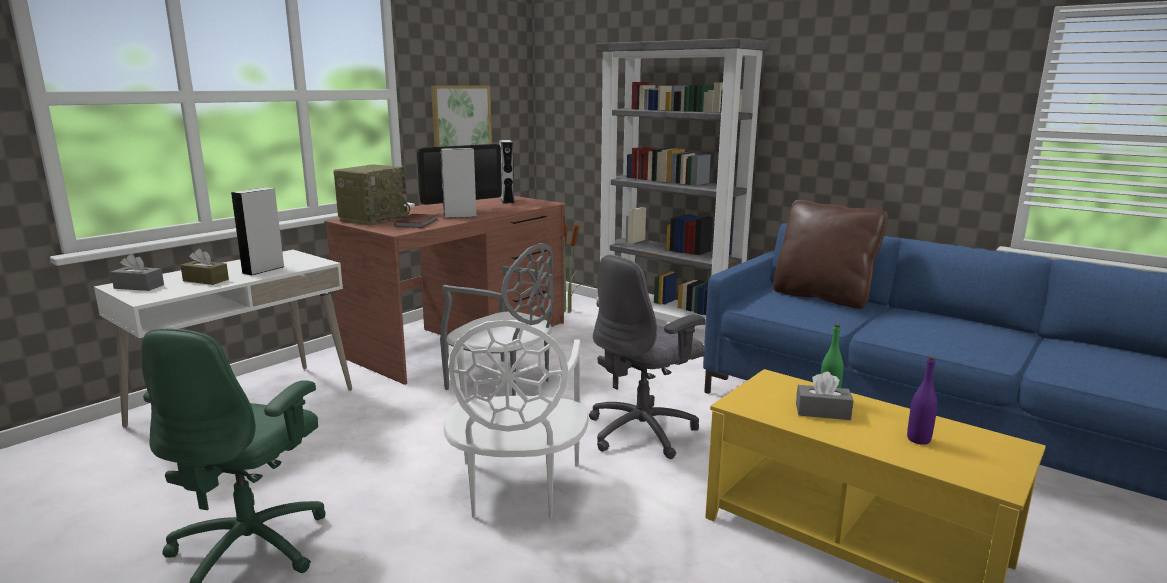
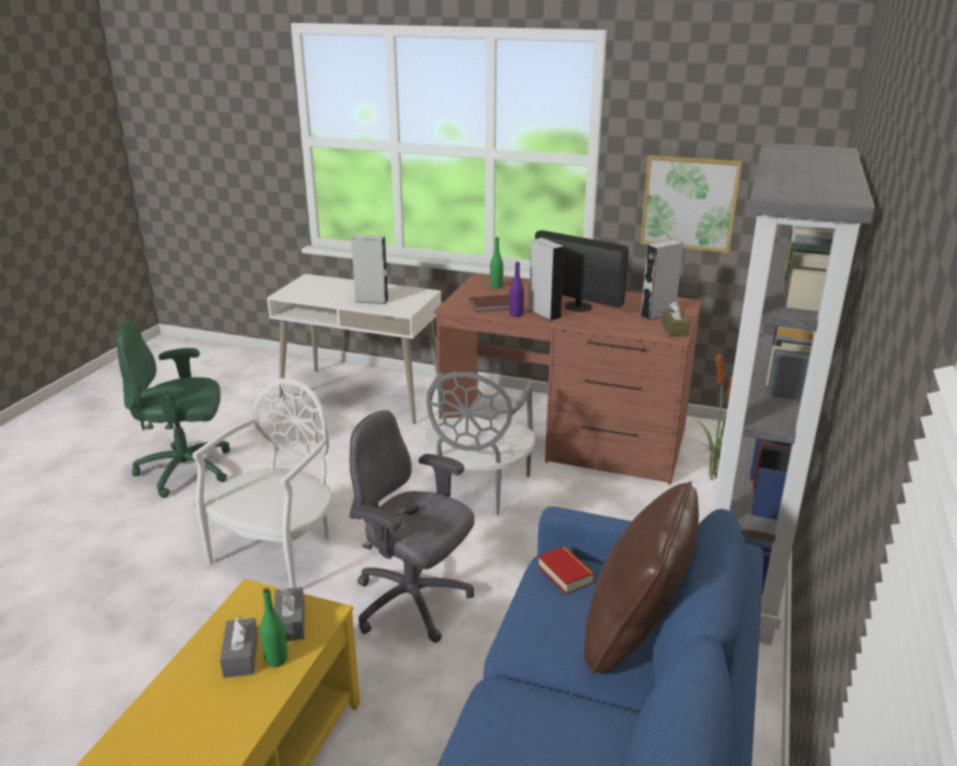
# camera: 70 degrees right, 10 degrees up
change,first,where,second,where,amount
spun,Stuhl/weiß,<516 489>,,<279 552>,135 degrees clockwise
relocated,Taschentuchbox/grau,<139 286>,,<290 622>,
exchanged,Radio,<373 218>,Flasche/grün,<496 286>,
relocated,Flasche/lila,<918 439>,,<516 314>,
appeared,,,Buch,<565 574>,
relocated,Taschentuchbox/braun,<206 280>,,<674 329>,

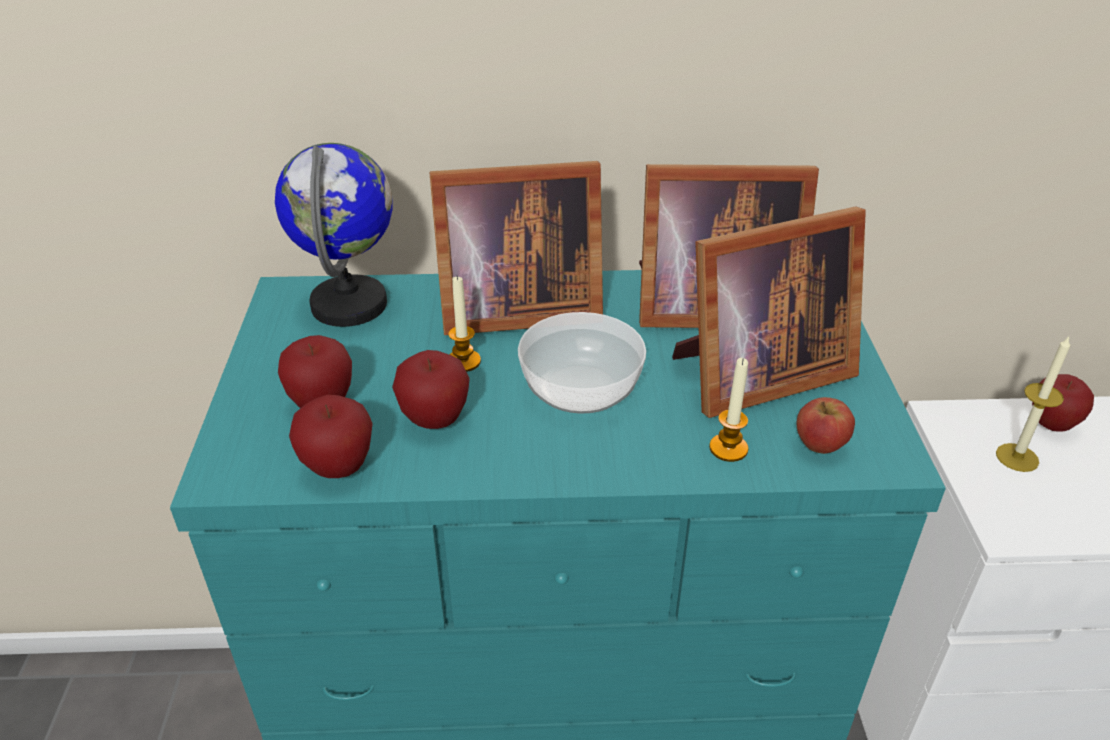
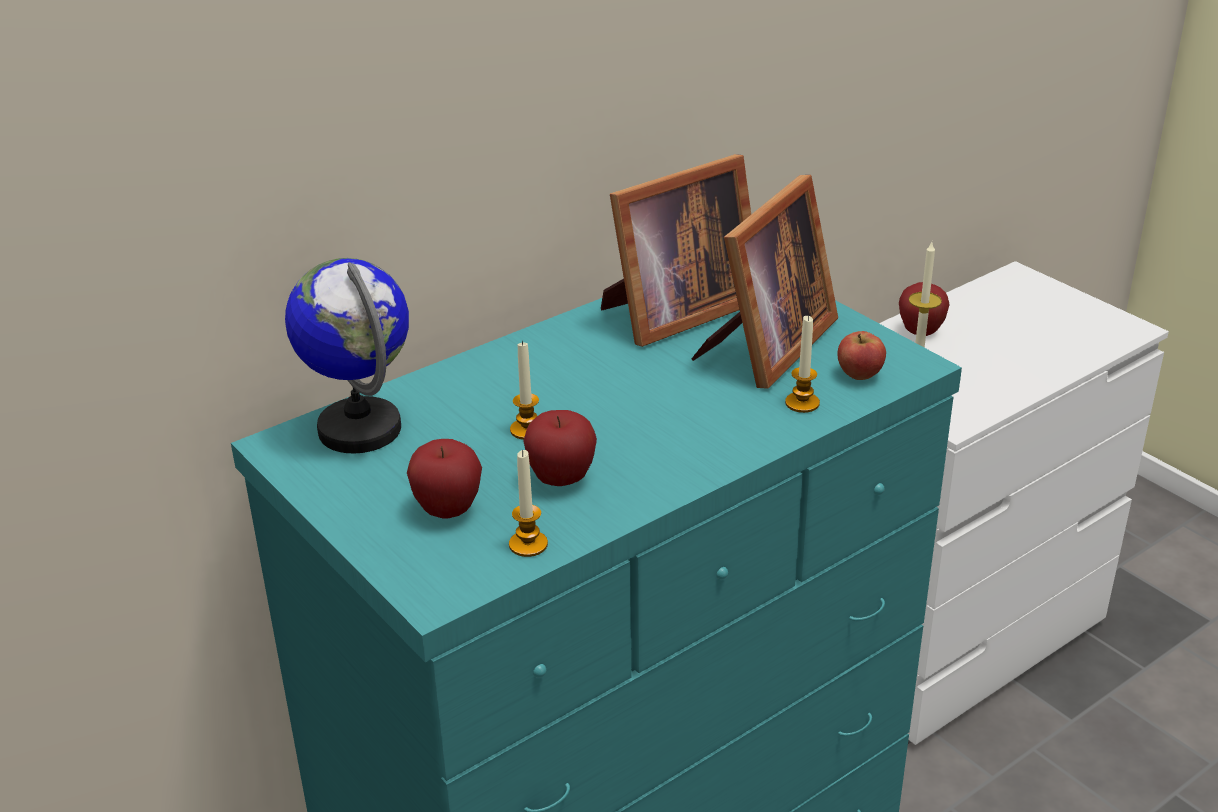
# camera: 35 degrees left, 5 degrees down
change,first,where,second,where,amount
exchanged,Apfel,<338 468>,Kerze,<528 544>,
missing,Bilderrahmen,<513 309>,,,
missing,Schüssel,<582 386>,,,

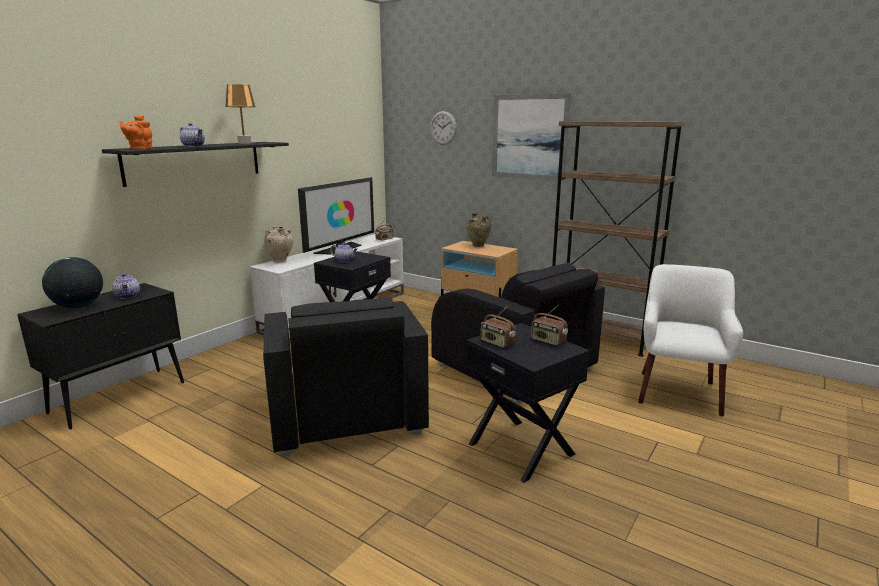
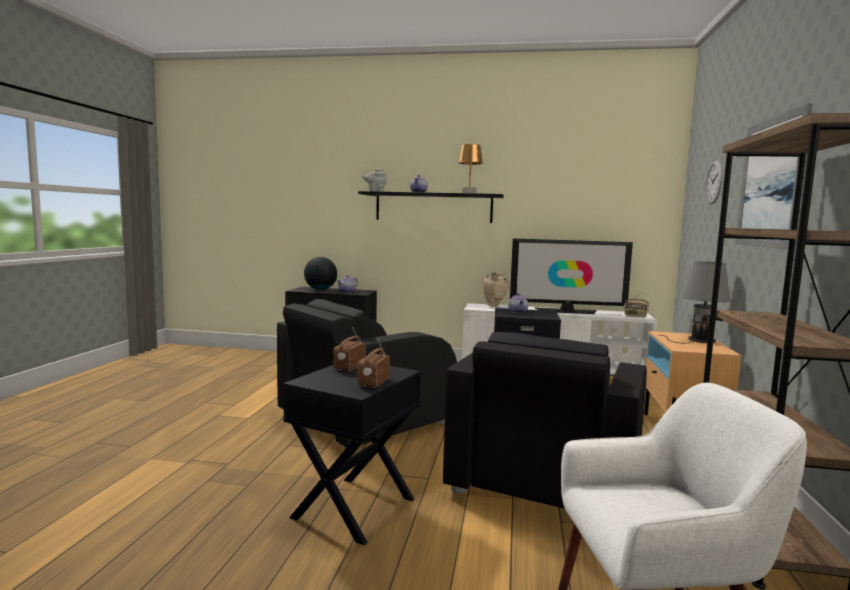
# camera: 65 degrees right, 10 degrees down
change,first,where,second,where,amount
colour,Teekanne/orange,<140 149>,Teekanne/grau,<375 191>,
exchanged,Vase/beige,<478 246>,Tischlampe/grau,<698 340>,

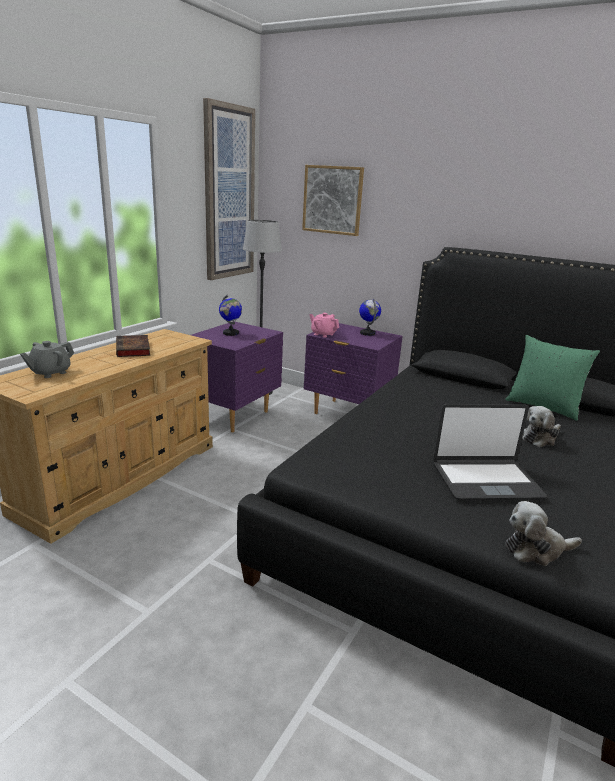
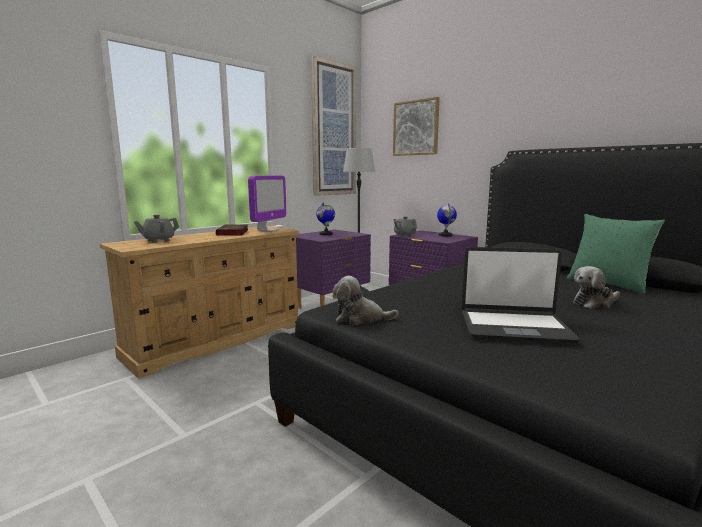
# camera: 15 degrees right, 10 degrees down
change,first,where,second,where,amount
appeared,,,Monitor,<268 230>,
relocated,Plüschtier,<536 549>,,<360 318>,
colour,Teekanne/rosa,<323 334>,Teekanne/grau,<404 235>,

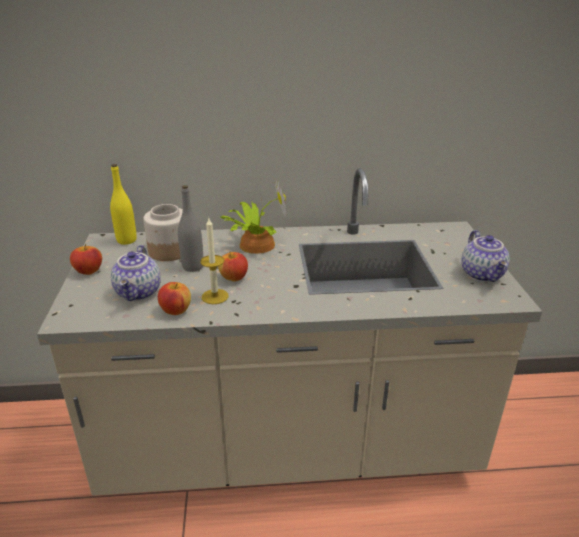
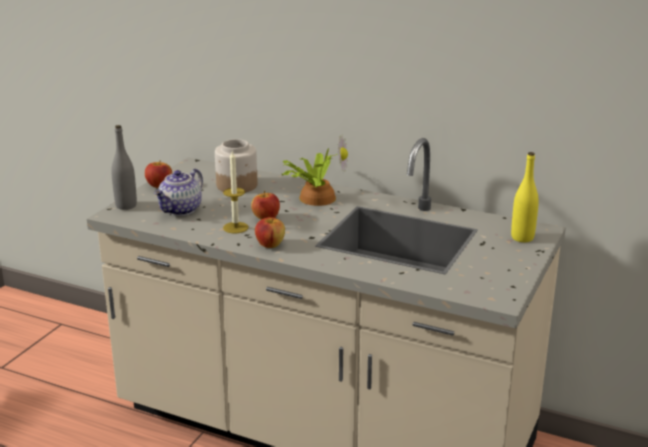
# camera: 30 degrees right, 5 degrees down
change,first,where,second,where,amount
relocated,Flasche/grau,<193 267>,,<126 206>,
relocated,Apfel,<176 310>,,<270 245>,
relocated,Flasche/gelb,<126 240>,,<522 238>,
missing,Teekanne,<483 275>,,,

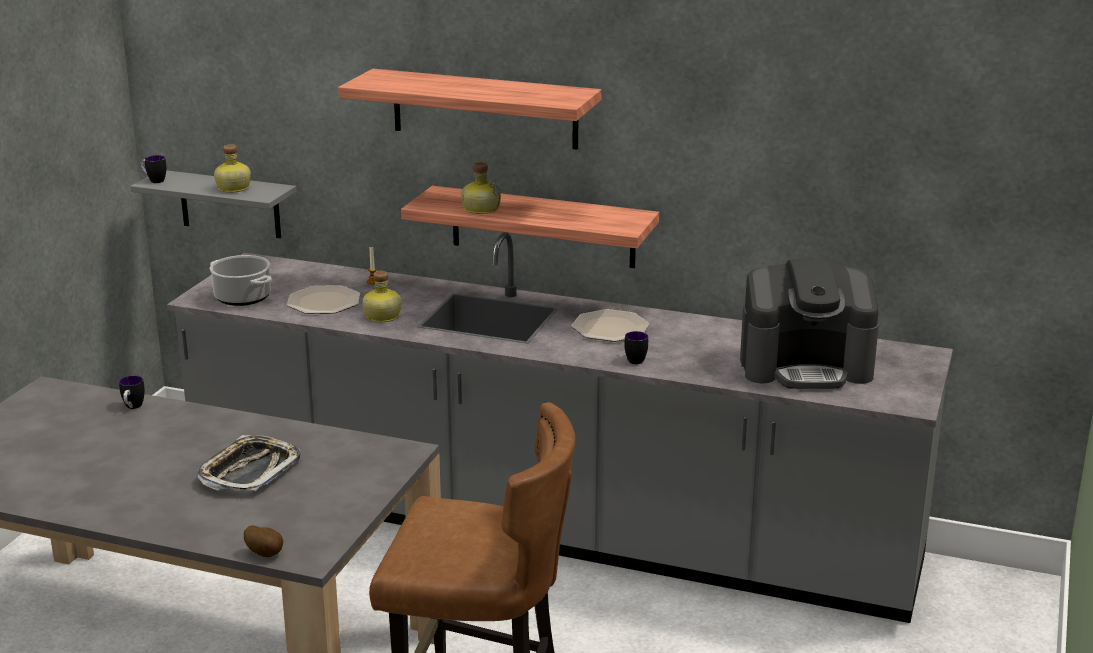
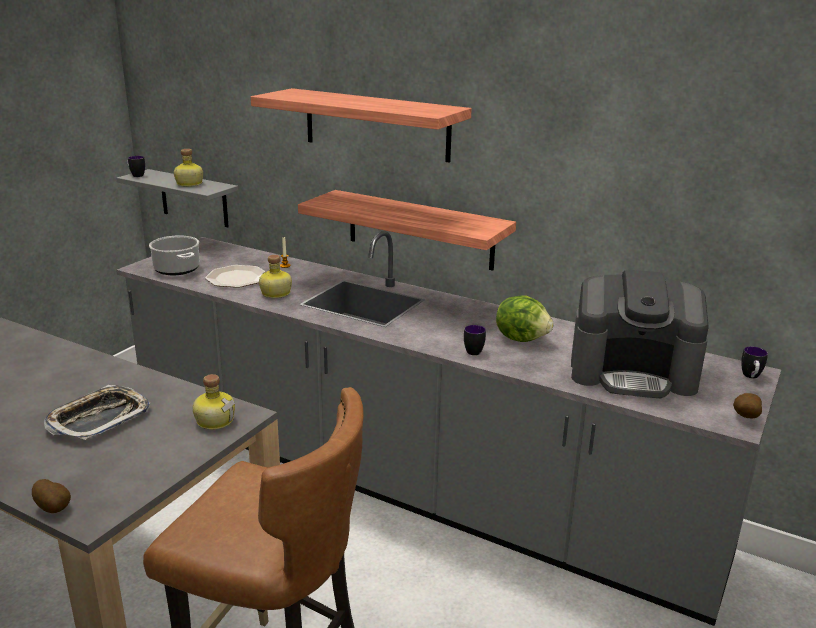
# camera: 10 degrees right, 0 degrees up
change,first,where,second,where,amount
relocated,Flasche,<480 209>,,<215 420>,
appeared,,,Salatkopf,<522 338>,
appeared,,,Kartoffel,<745 417>,
relocated,Henkelbecher,<132 408>,,<751 377>,
missing,Teller,<610 328>,,,

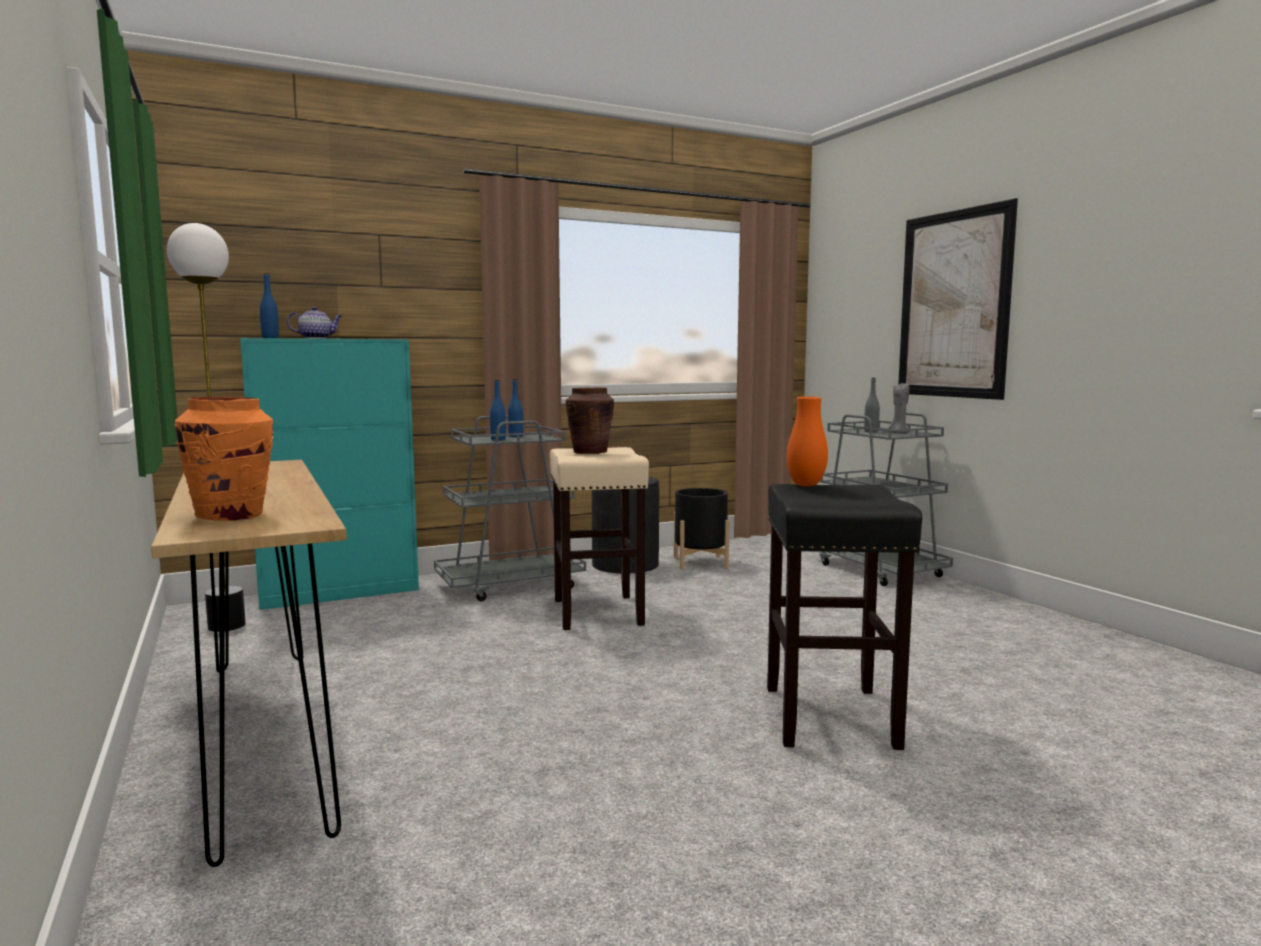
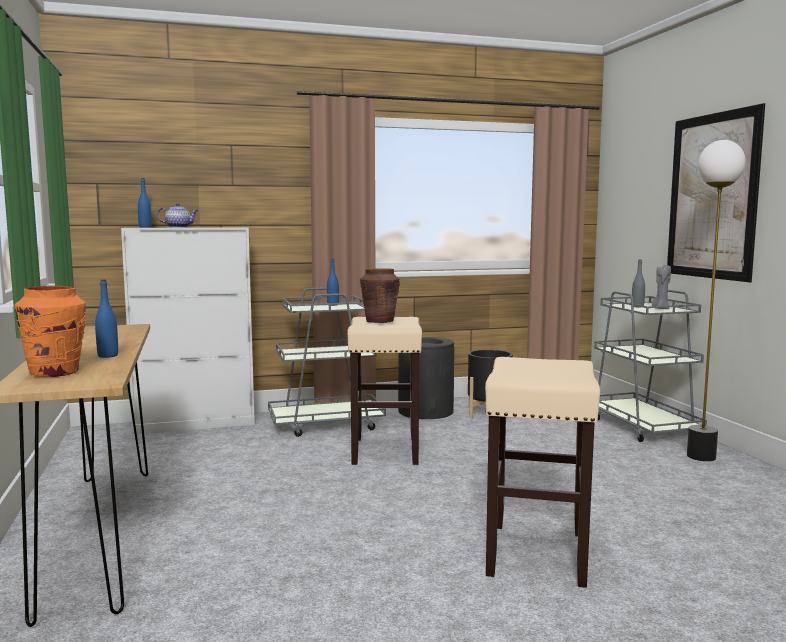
# camera: 10 degrees right, 0 degrees up
change,first,where,second,where,amount
relocated,Flasche/blau,<498 439>,,<108 356>,
colour,Schrank/türkis,<340 593>,Schrank/weiß,<196 424>,
colour,Hocker/schwarz,<831 717>,Hocker/beige,<537 554>,
relocated,Stehlampe,<227 625>,,<701 456>,
missing,Vase/orange,<806 485>,,,

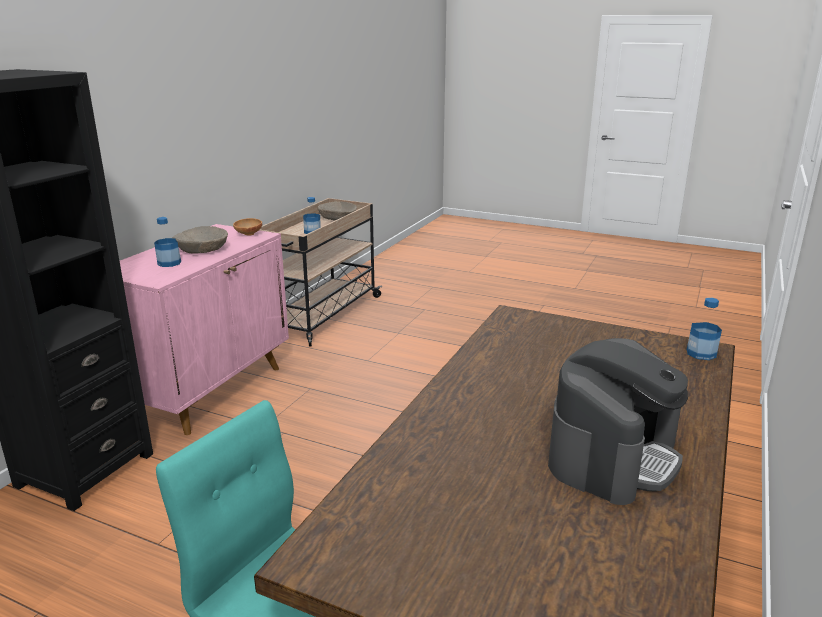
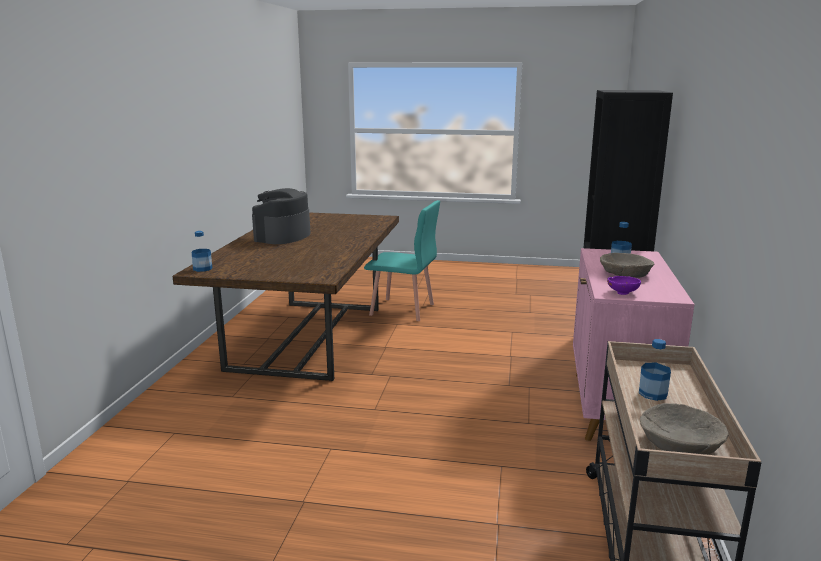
# camera: 165 degrees right, 5 degrees down
change,first,where,second,where,amount
colour,Schüssel/braun,<248 234>,Schüssel/lila,<622 292>,

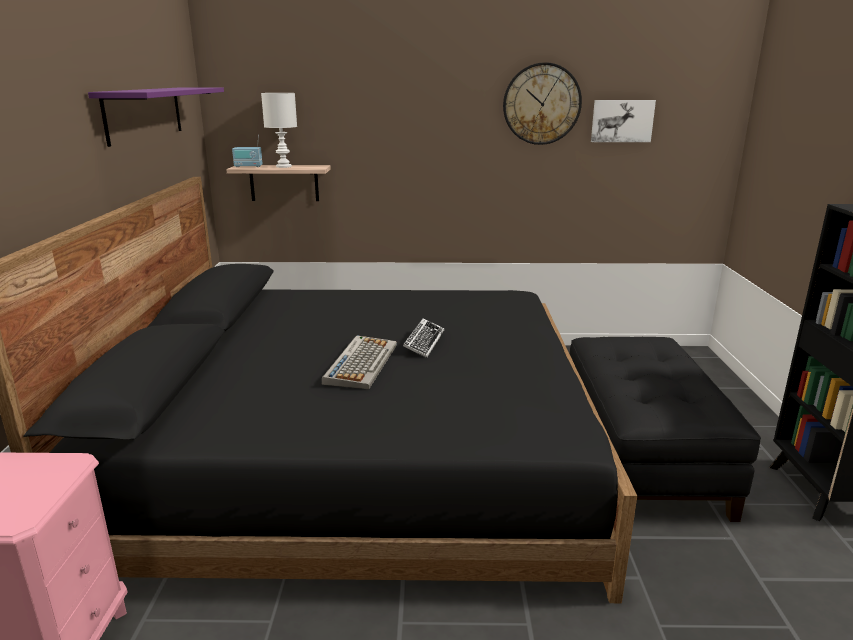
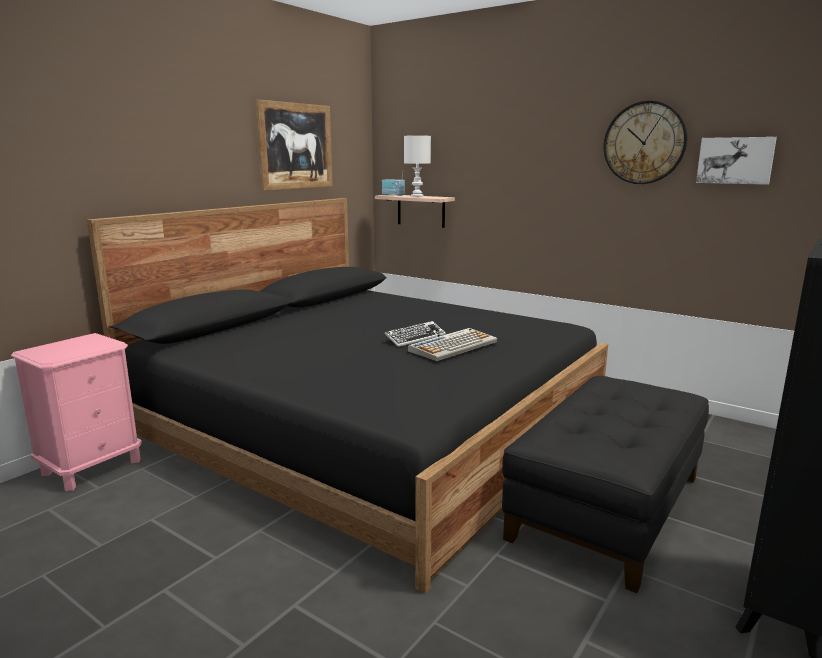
# camera: 35 degrees right, 5 degrees down
change,first,where,second,where,amount
exchanged,Wandregal/lila,<144 113>,Bild,<295 146>,
relocated,Tastatur,<361 363>,,<453 346>,

